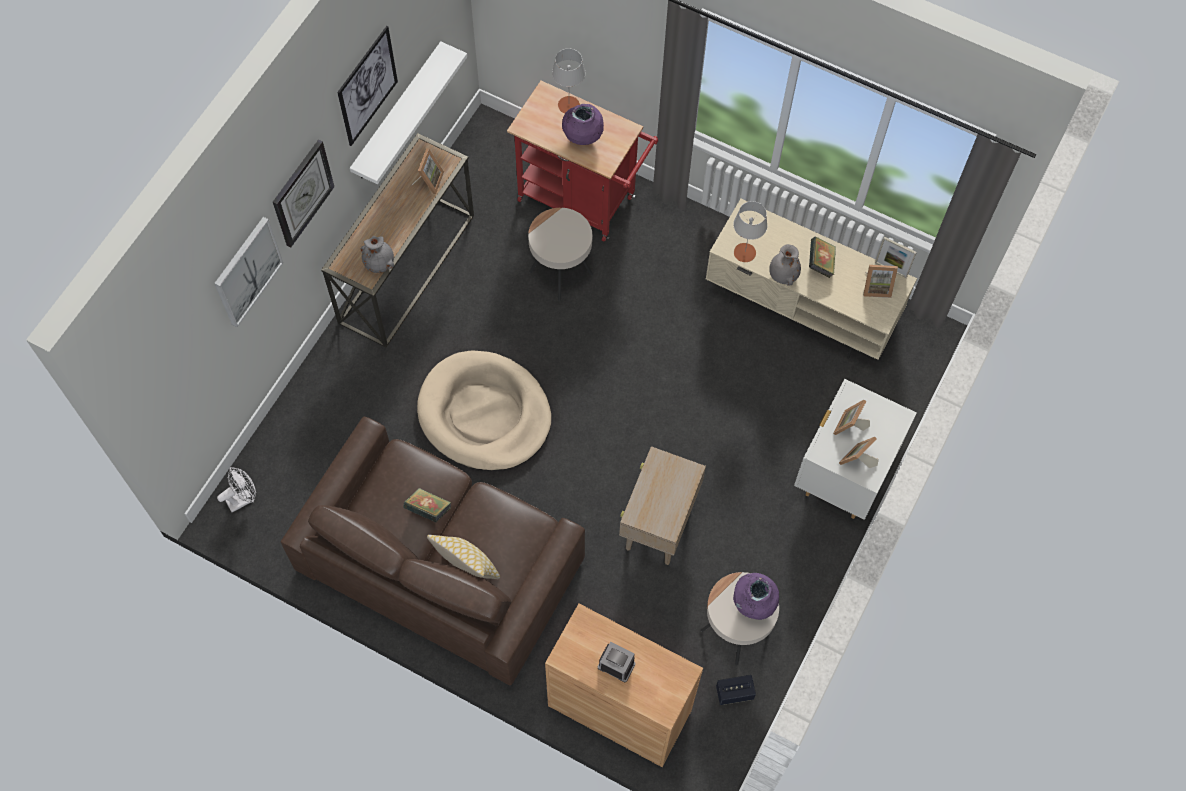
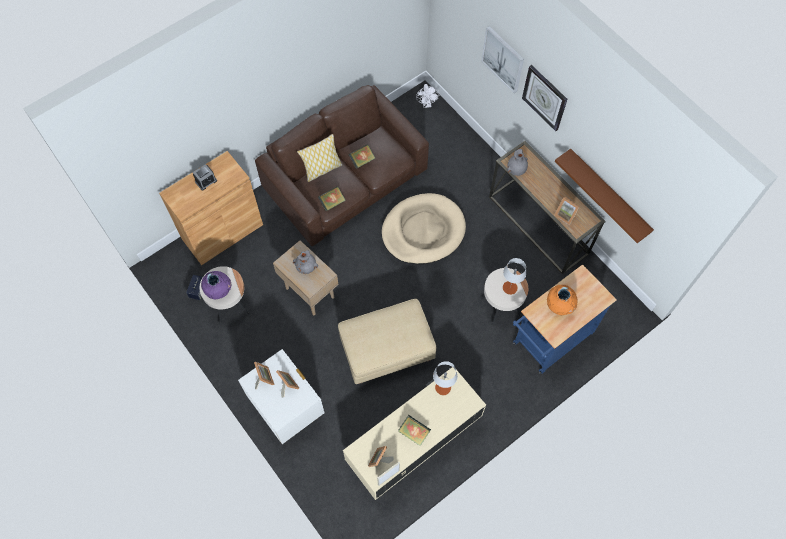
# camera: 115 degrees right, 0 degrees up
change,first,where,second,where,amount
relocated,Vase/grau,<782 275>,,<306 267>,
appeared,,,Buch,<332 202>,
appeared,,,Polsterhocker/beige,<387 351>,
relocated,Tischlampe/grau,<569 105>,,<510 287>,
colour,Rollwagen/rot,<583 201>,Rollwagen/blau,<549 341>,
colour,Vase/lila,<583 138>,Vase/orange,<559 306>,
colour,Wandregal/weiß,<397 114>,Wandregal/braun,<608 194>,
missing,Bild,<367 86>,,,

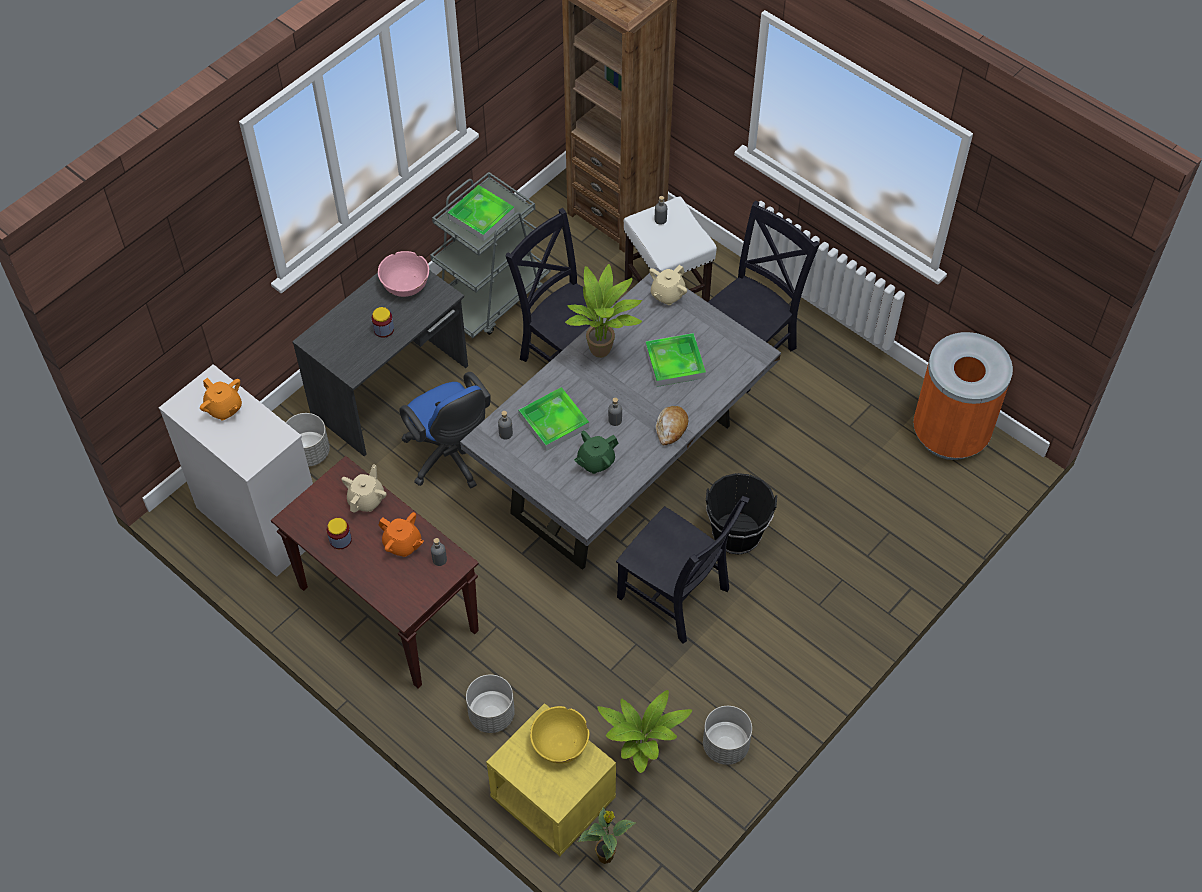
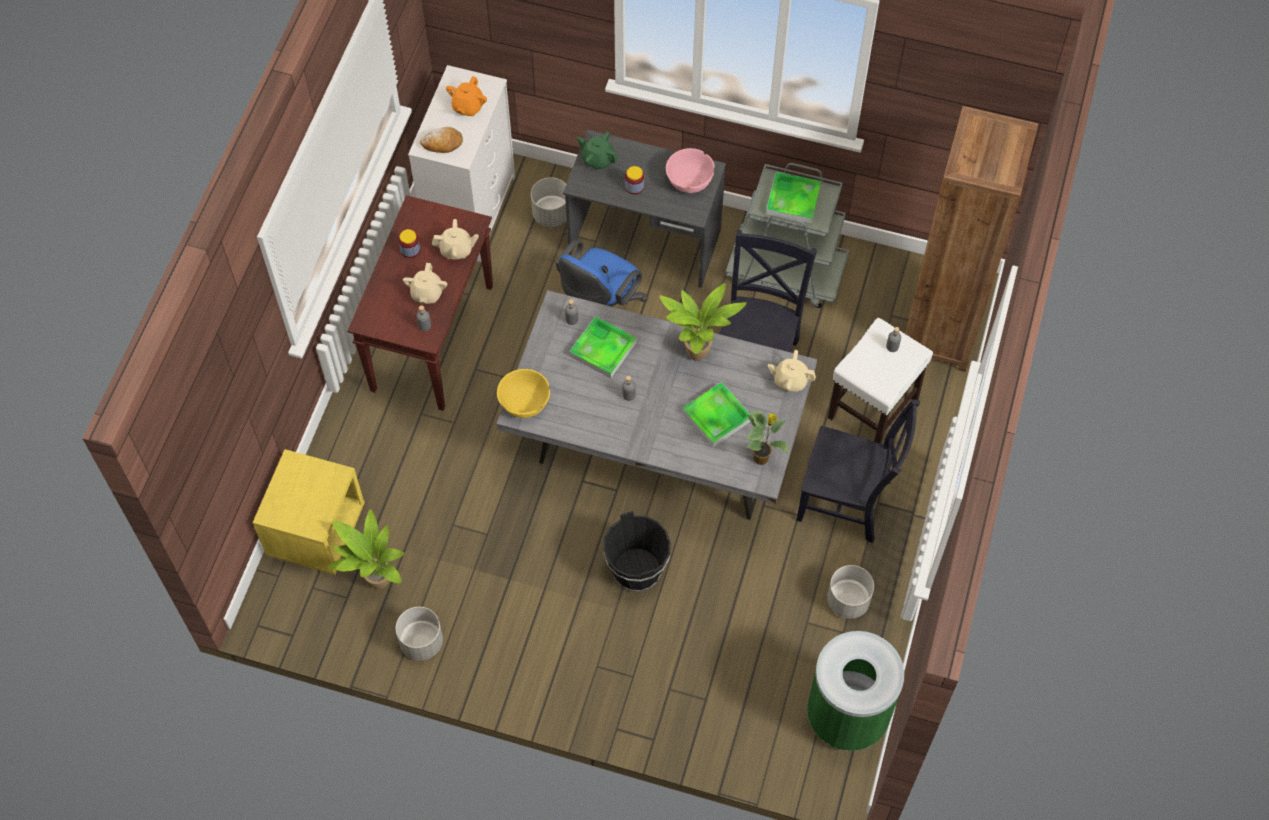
# camera: 65 degrees right, 5 degrees up
change,first,where,second,where,amount
colour,Teekanne/orange,<402 544>,Teekanne/beige,<427 294>,
relocated,Brot,<671 428>,,<442 143>,
relocated,Schüssel/gelb,<560 744>,,<524 402>,
relocated,Teekanne/grün,<595 461>,,<597 159>,
relocated,Topfpflanze,<606 855>,,<762 458>,
colour,Mülleimer/orange,<950 434>,Mülleimer/grün,<847 716>,
relocated,Pflanzkübel/grau,<491 715>,,<847 601>,
missing,Stuhl/schwarz,<676 596>,,,

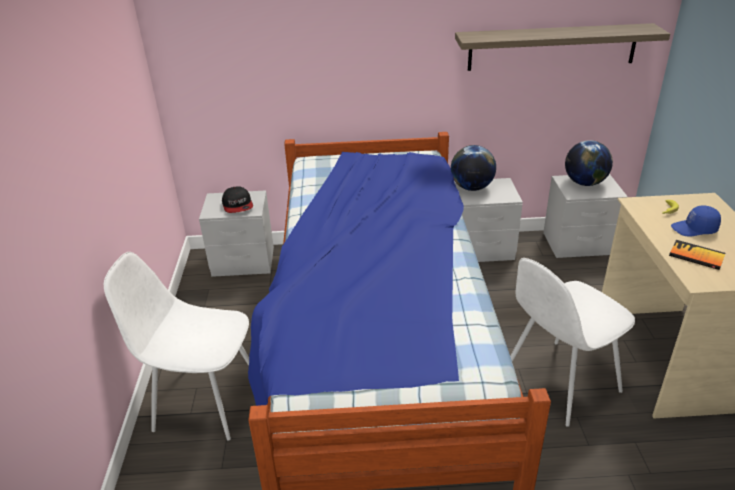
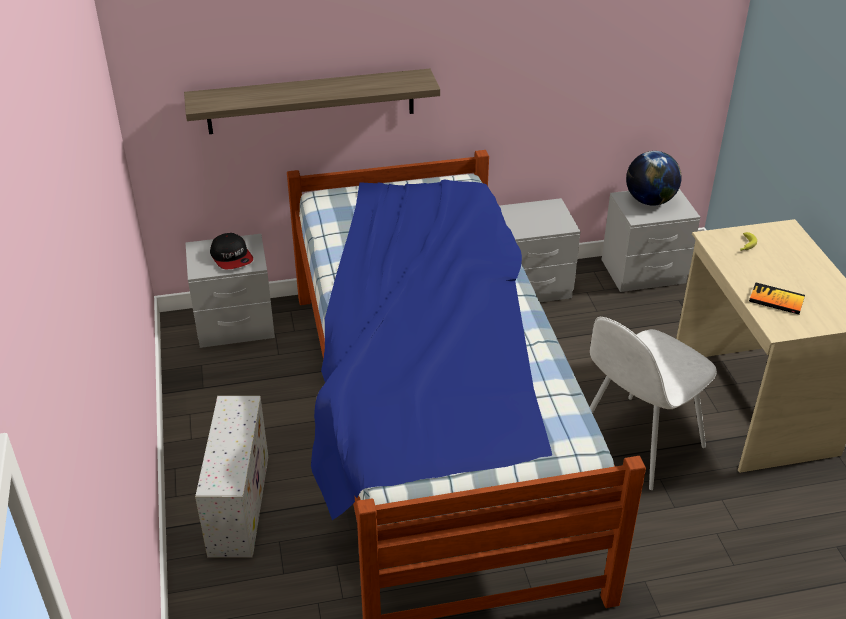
# camera: 10 degrees left, 5 degrees up
change,first,where,second,where,amount
relocated,Wandregal,<552 47>,,<311 101>,
exchanged,Stuhl/weiß,<203 400>,Aufbewahrungsbox/weiß,<239 502>,
missing,Globus,<471 188>,,,
missing,Kappe/blau,<694 229>,,,

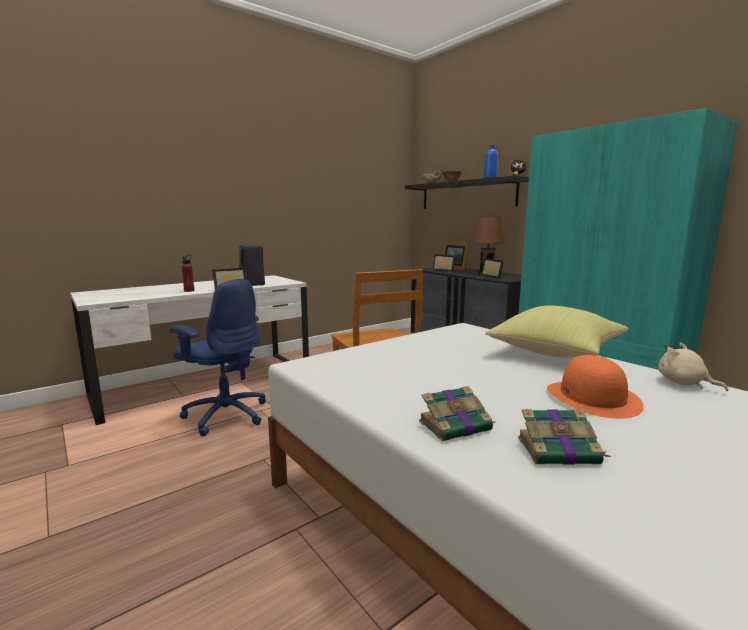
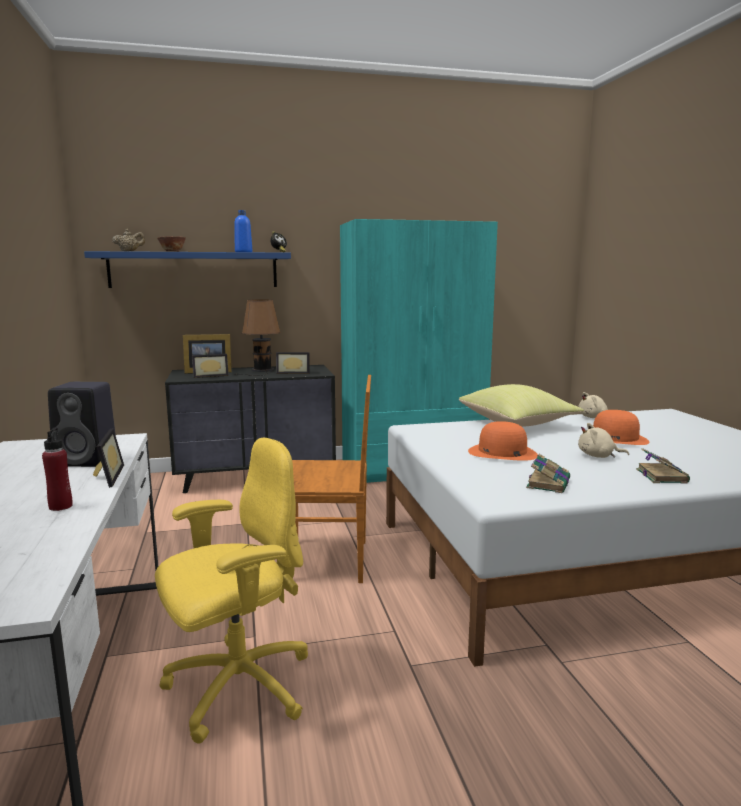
# camera: 65 degrees left, 0 degrees up
change,first,where,second,where,amount
colour,Wandregal/schwarz,<466 195>,Wandregal/blau,<194 270>,
colour,Bürostuhl/blau,<226 415>,Bürostuhl/gelb,<237 687>,
appeared,,,Hut/orange,<502 453>,
relocated,Buch,<559 451>,,<548 483>,
appeared,,,Plüschtier/beige,<598 456>,

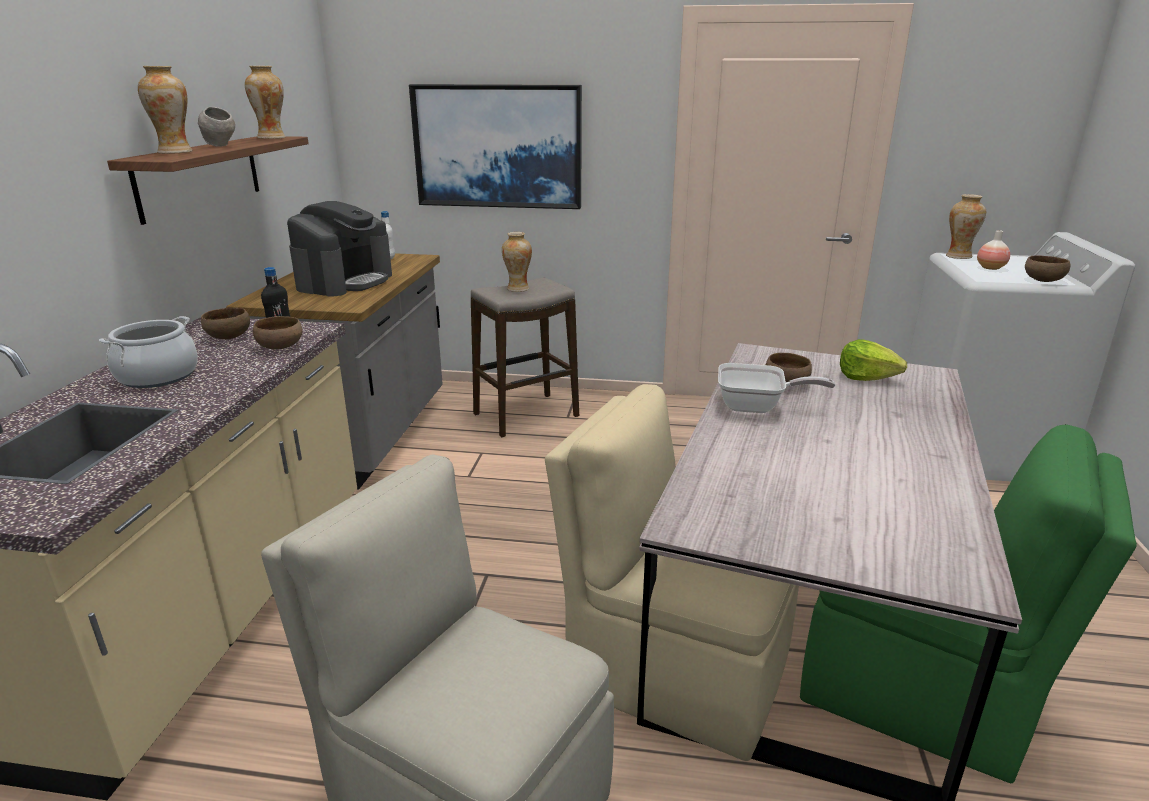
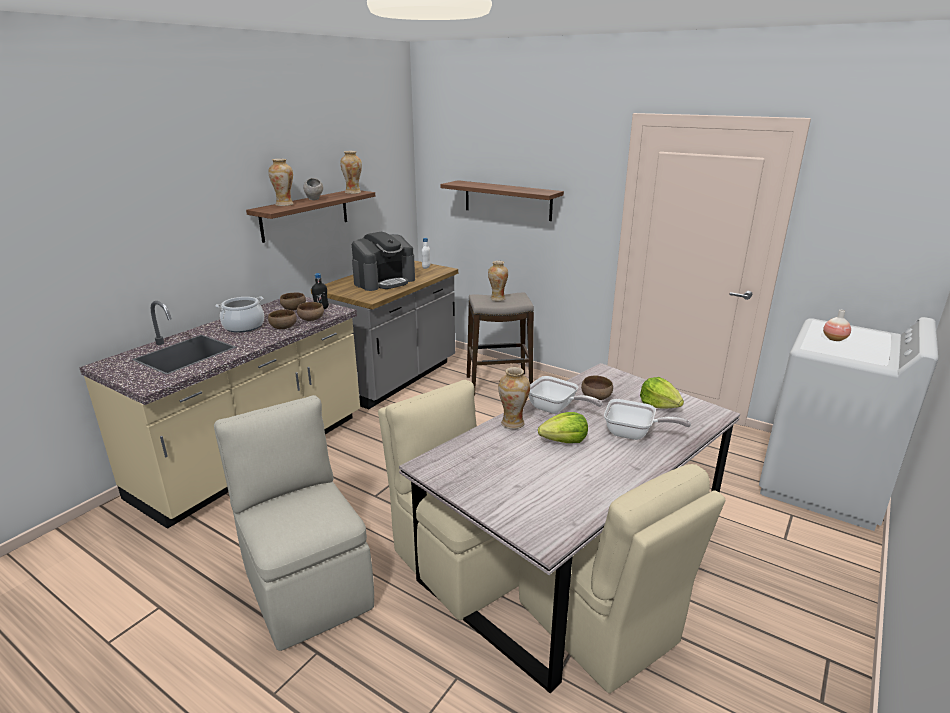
# camera: 25 degrees right, 0 degrees up
change,first,where,second,where,amount
relocated,Schüssel/braun,<1042 280>,,<283 327>,
exchanged,Bild,<498 146>,Wandregal,<507 200>,
relocated,Vase,<958 256>,,<512 423>,
colour,Stuhl/grün,<917 693>,Stuhl/beige,<599 625>,
appeared,,,Salatkopf,<564 441>,
appeared,,,Pfanne,<634 434>,

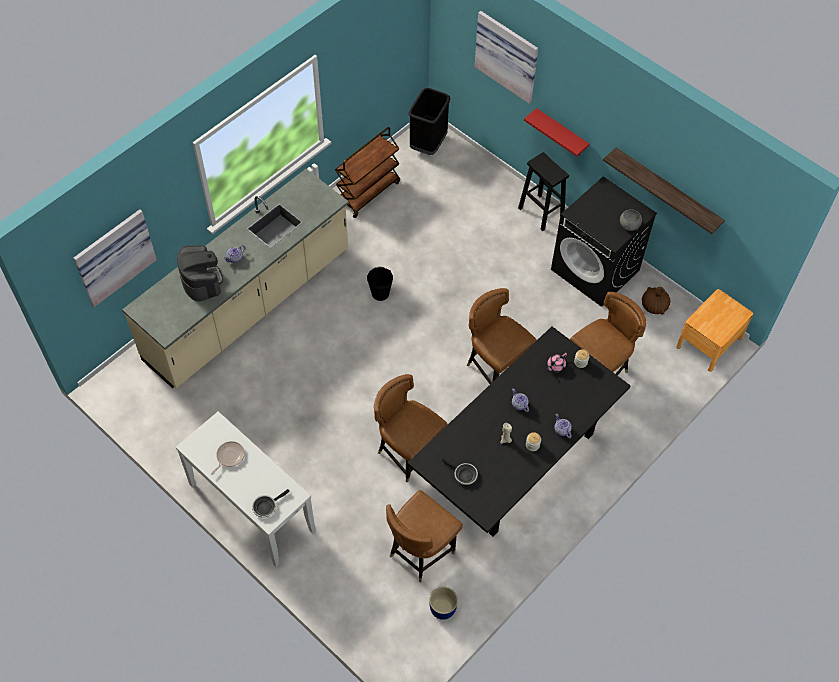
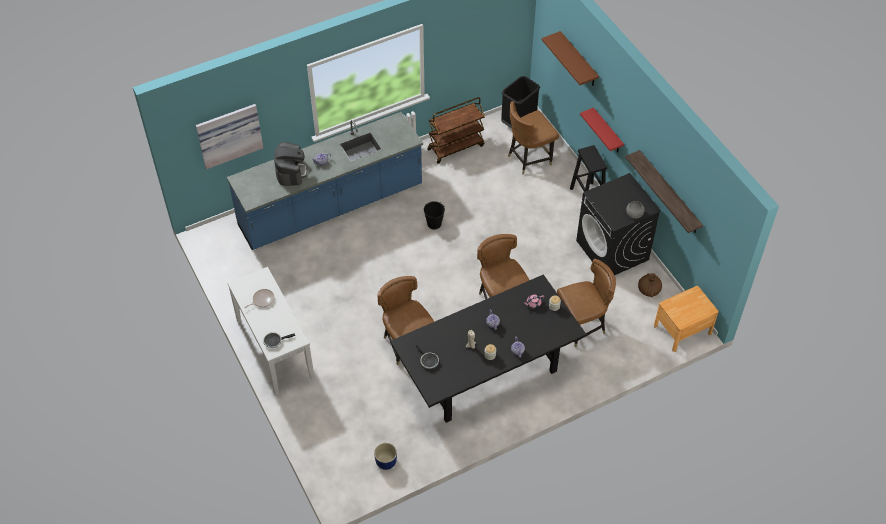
# camera: 20 degrees right, 5 degrees down
change,first,where,second,where,amount
colour,Küchenzeile/beige,<249 306>,Küchenzeile/blau,<331 207>,
relocated,Stuhl/braun,<420 552>,,<529 159>,
exchanged,Bild,<508 55>,Wandregal/braun,<578 60>,

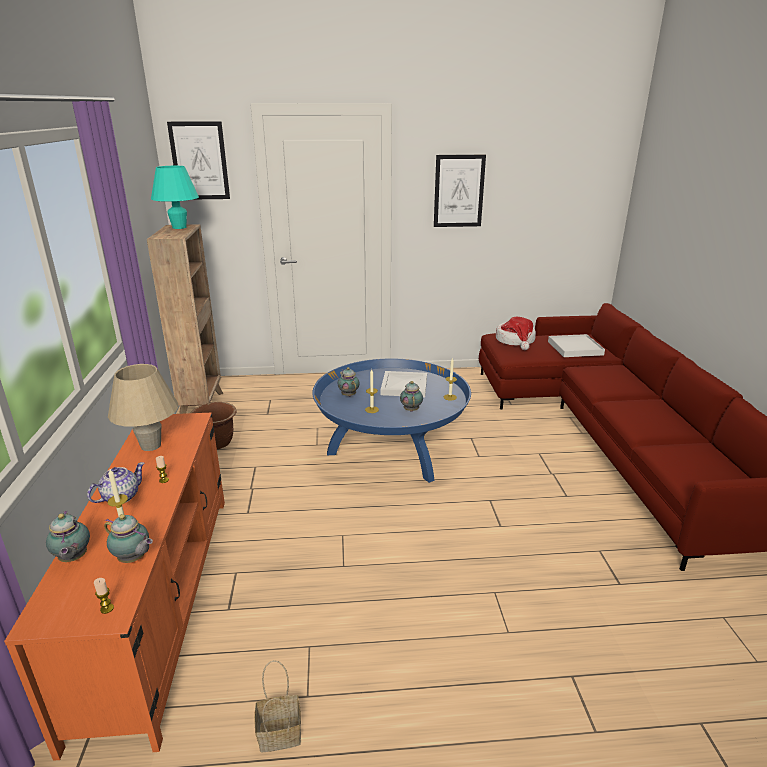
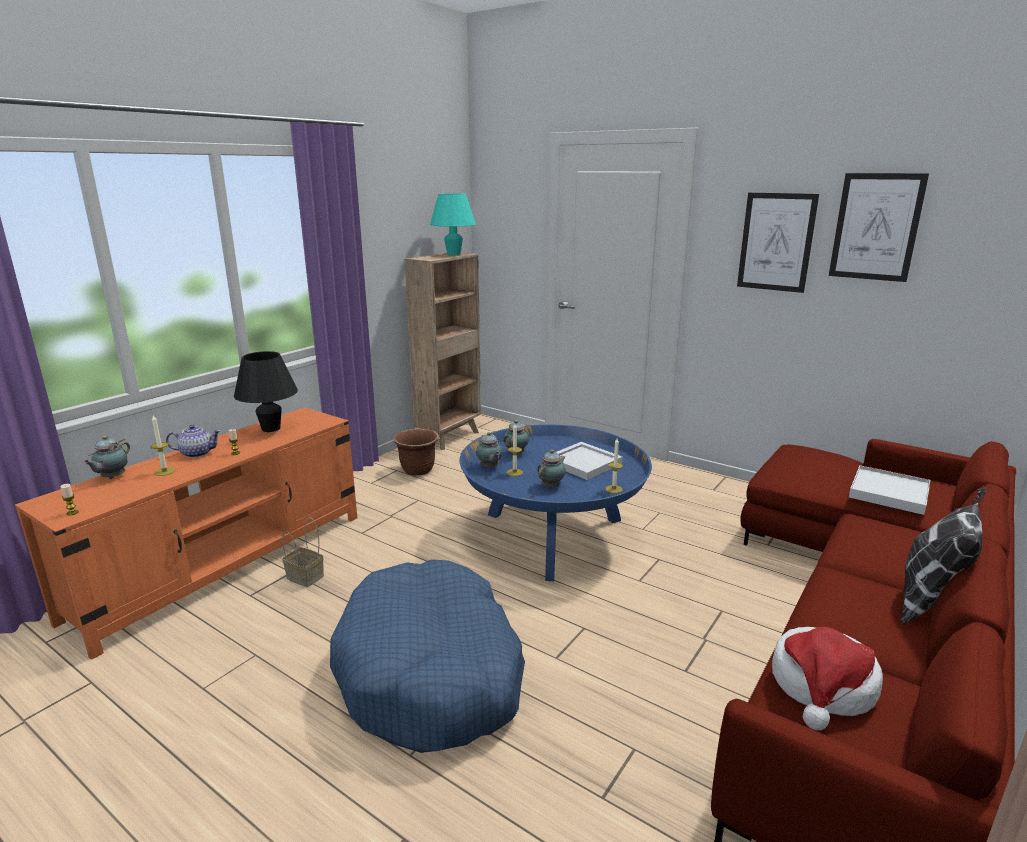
# camera: 40 degrees right, 5 degrees down
change,first,where,second,where,amount
colour,Tischlampe/beige,<151 446>,Tischlampe/schwarz,<271 428>,
relocated,Korb,<281 732>,,<306 577>,
appeared,,,Hundebett/blau,<431 673>,
relocated,Teekanne,<133 559>,,<489 467>,
relocated,Hut,<515 341>,,<822 686>,
relocated,Bild,<199 161>,,<876 227>,
appeared,,,Kissen,<930 602>,

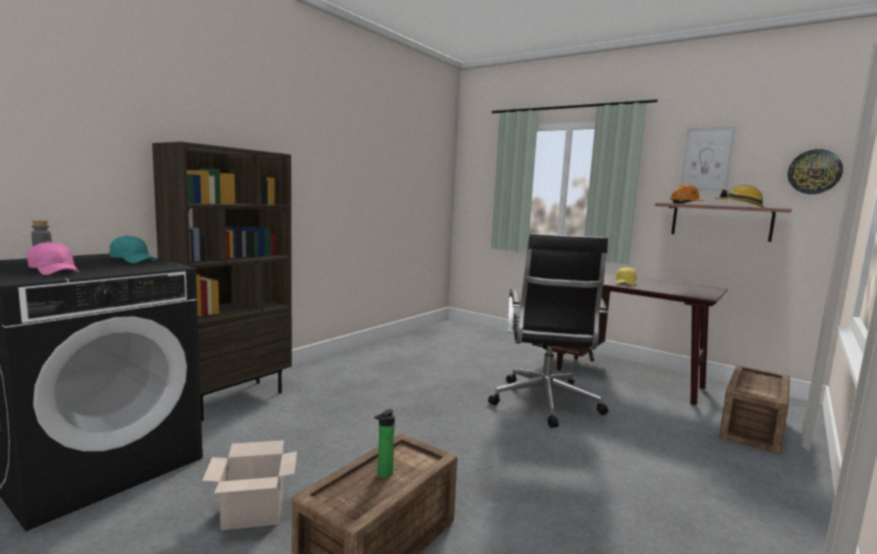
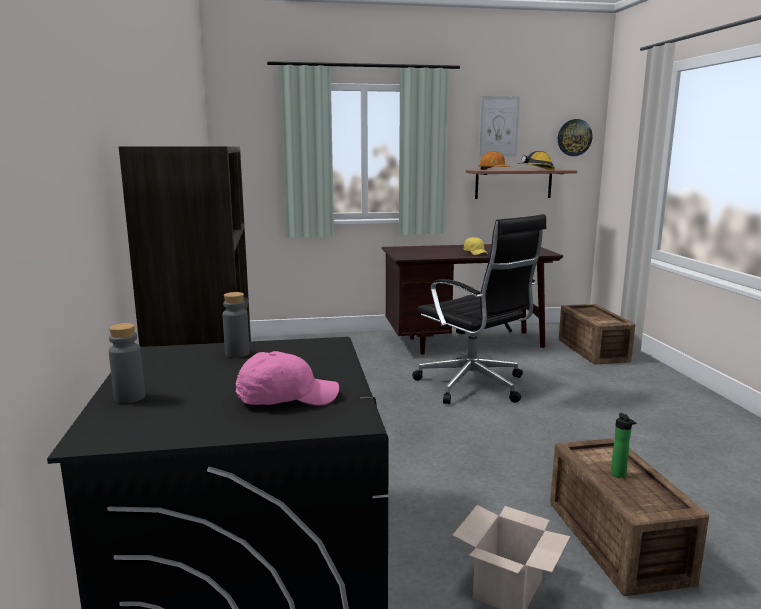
# camera: 45 degrees left, 5 degrees up
change,first,where,second,where,amount
exchanged,Kappe/türkis,<133 260>,Flasche/grau,<237 354>,

